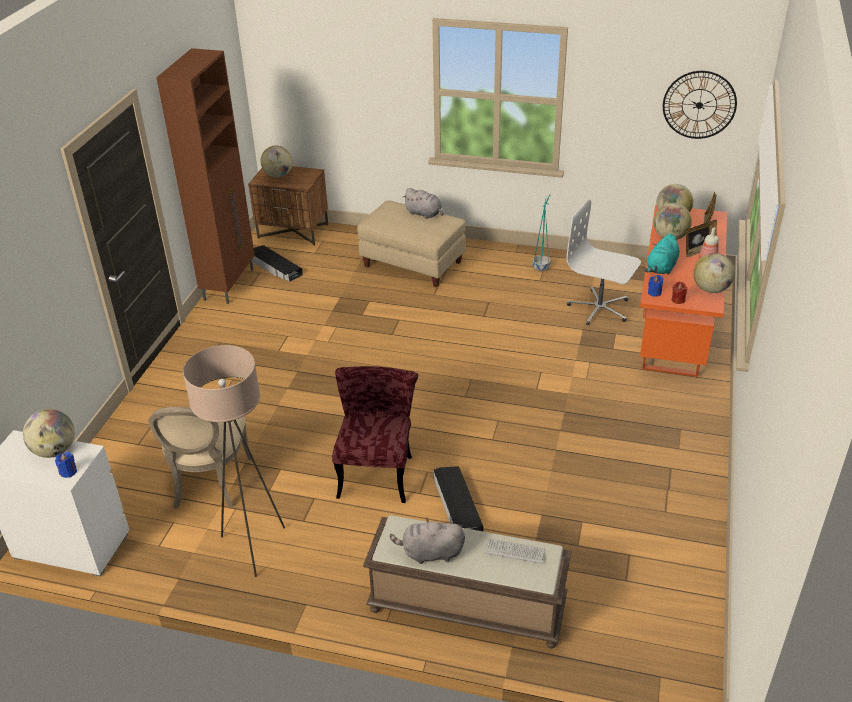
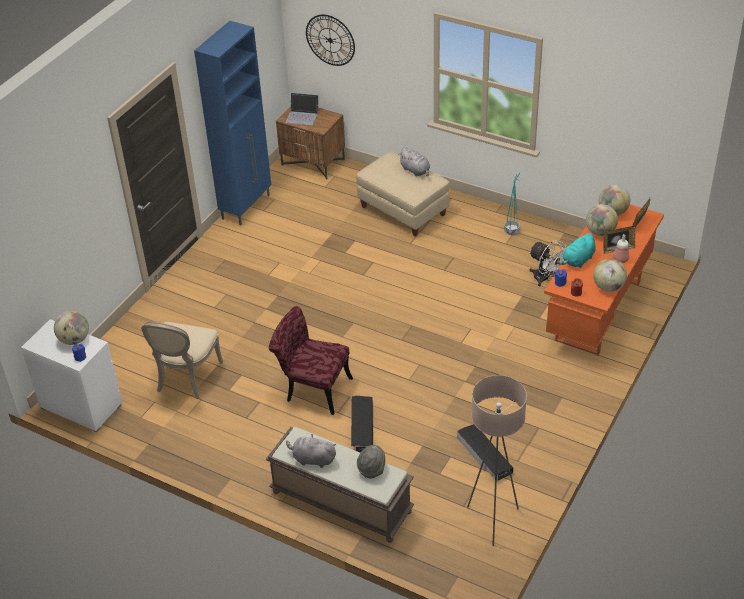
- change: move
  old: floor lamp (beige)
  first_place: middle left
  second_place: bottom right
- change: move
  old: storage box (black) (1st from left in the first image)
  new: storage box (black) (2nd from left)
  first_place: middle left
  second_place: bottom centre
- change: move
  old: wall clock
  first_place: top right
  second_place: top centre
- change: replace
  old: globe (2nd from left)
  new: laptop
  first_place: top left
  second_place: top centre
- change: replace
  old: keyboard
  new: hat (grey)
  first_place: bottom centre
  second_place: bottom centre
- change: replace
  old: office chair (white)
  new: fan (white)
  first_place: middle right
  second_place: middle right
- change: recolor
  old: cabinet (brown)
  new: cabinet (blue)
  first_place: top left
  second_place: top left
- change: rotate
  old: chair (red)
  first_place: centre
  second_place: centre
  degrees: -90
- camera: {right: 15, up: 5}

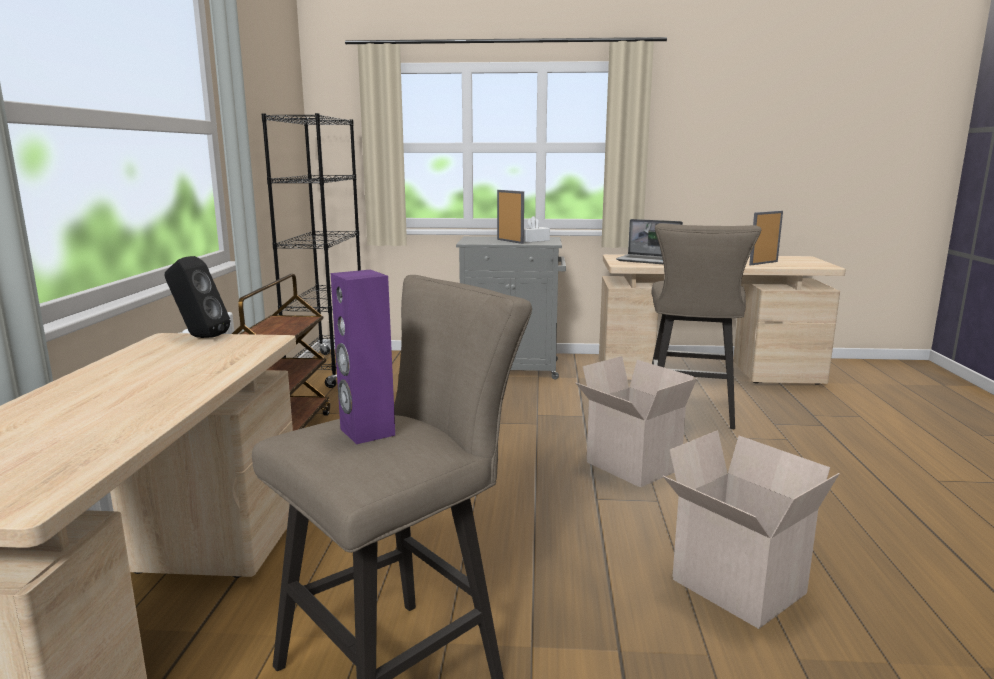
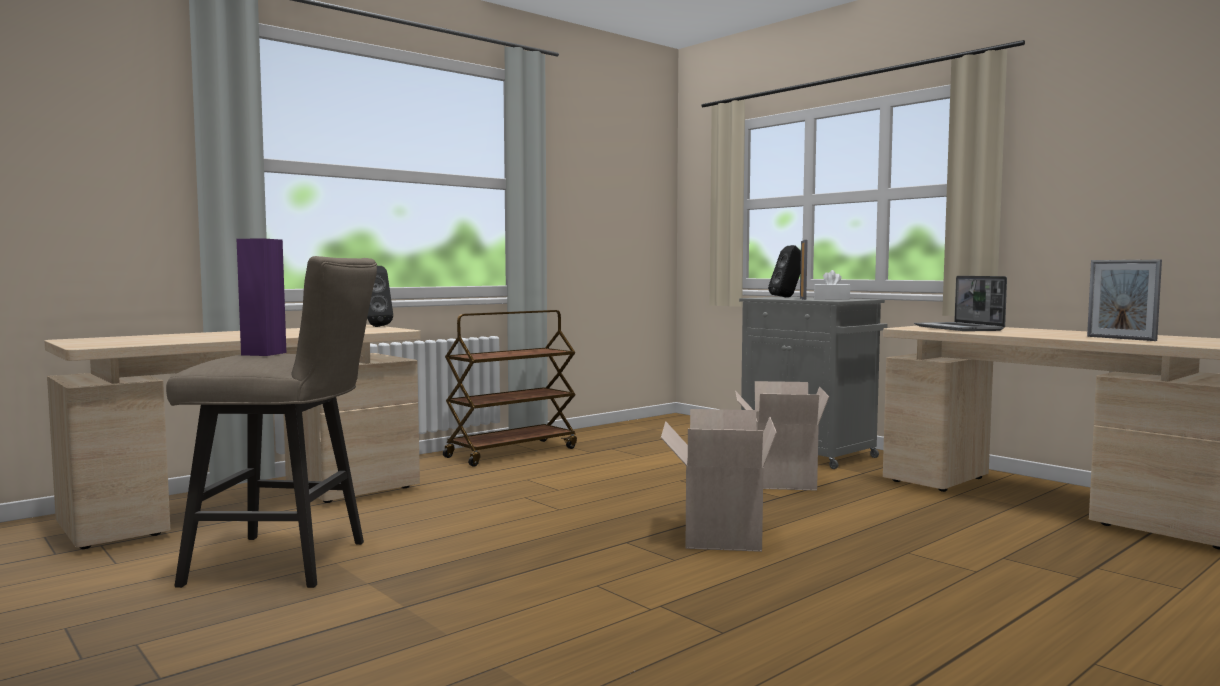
- change: delete
  old: bookcase (black)
  first_place: middle left
- change: delete
  old: stool (beige) (2nd from left)
  first_place: middle right
- change: insert
  new: speaker (black) (2nd from left)
  second_place: centre
- change: move
  old: cardboard box (2nd from left)
  first_place: bottom right
  second_place: centre
- change: rotate
  old: picture frame (2nd from left)
  first_place: middle right
  second_place: middle right
  degrees: -135
- camera: {right: 45, up: -10}

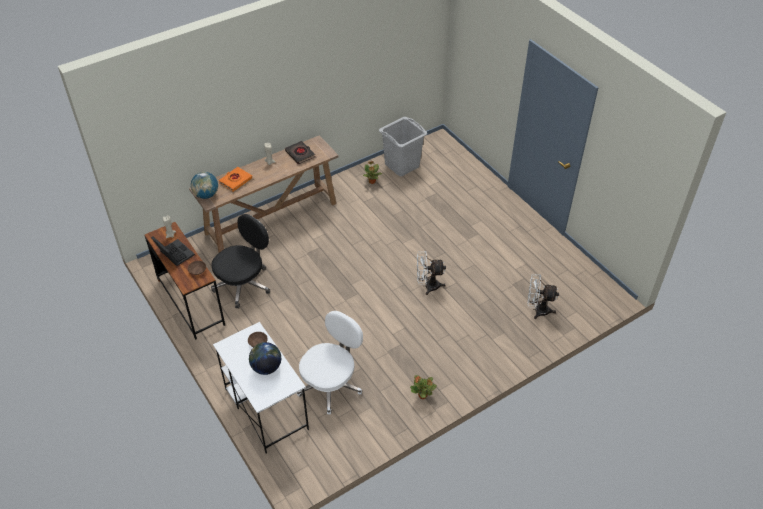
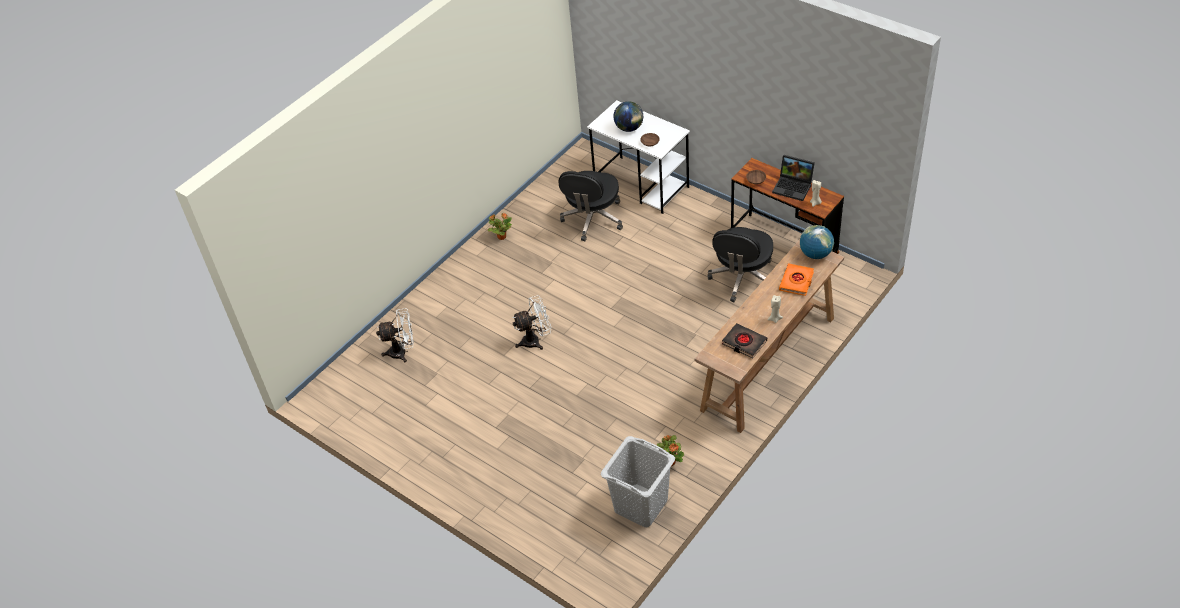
- change: recolor
  old: office chair (white)
  new: office chair (black) (1st from left)
  first_place: bottom centre
  second_place: centre
- camera: {right: 165, up: 0}

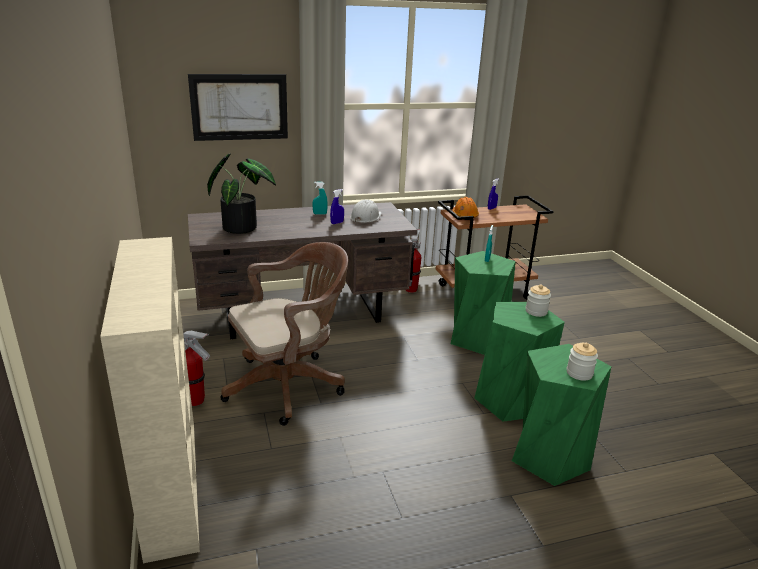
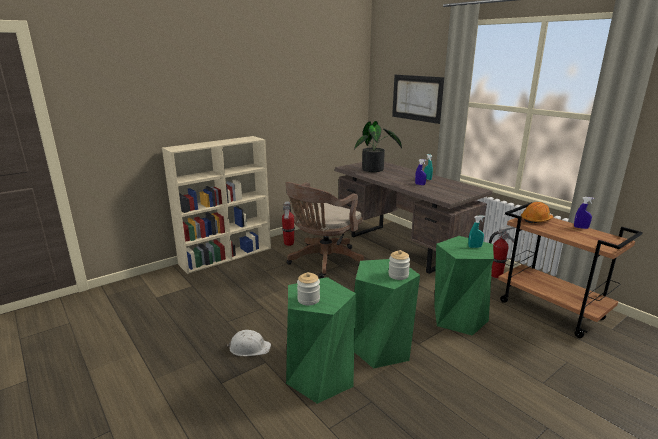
- change: move
  old: hard hat (white)
  first_place: centre
  second_place: bottom centre
- change: rotate
  old: office chair (brown)
  first_place: centre
  second_place: centre
  degrees: 90
- camera: {right: 70, up: -5}

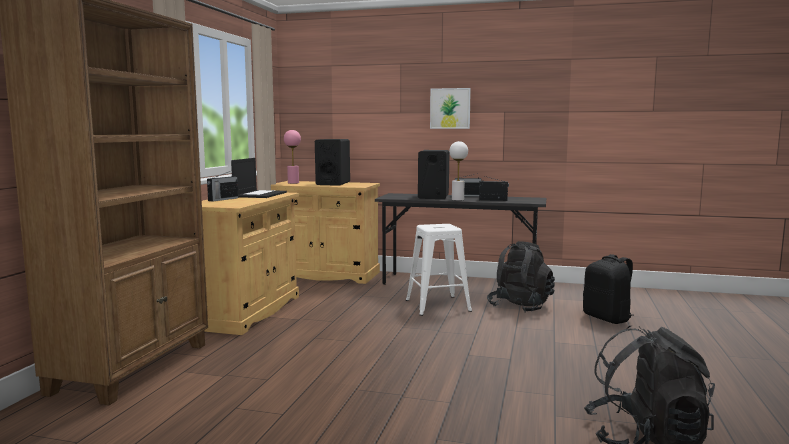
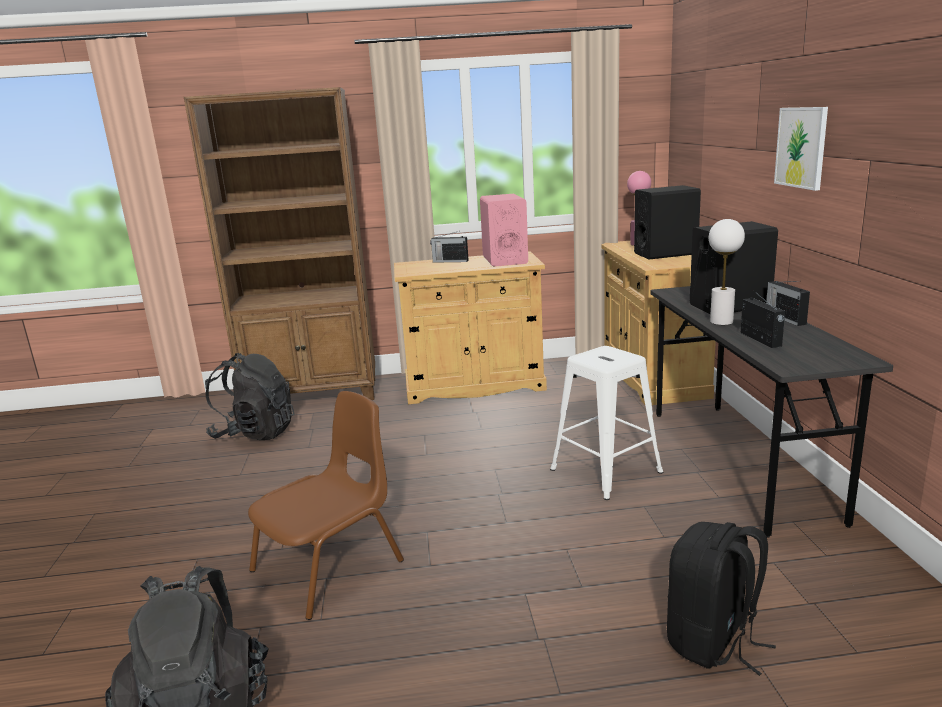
- change: insert
  new: chair (brown)
  second_place: bottom centre
- change: move
  old: backpack (black) (1st from left in the first image)
  new: backpack (black) (2nd from left)
  first_place: centre
  second_place: middle left
- change: replace
  old: laptop
  new: speaker (pink)
  first_place: middle left
  second_place: top centre
- camera: {right: 70, up: 10}

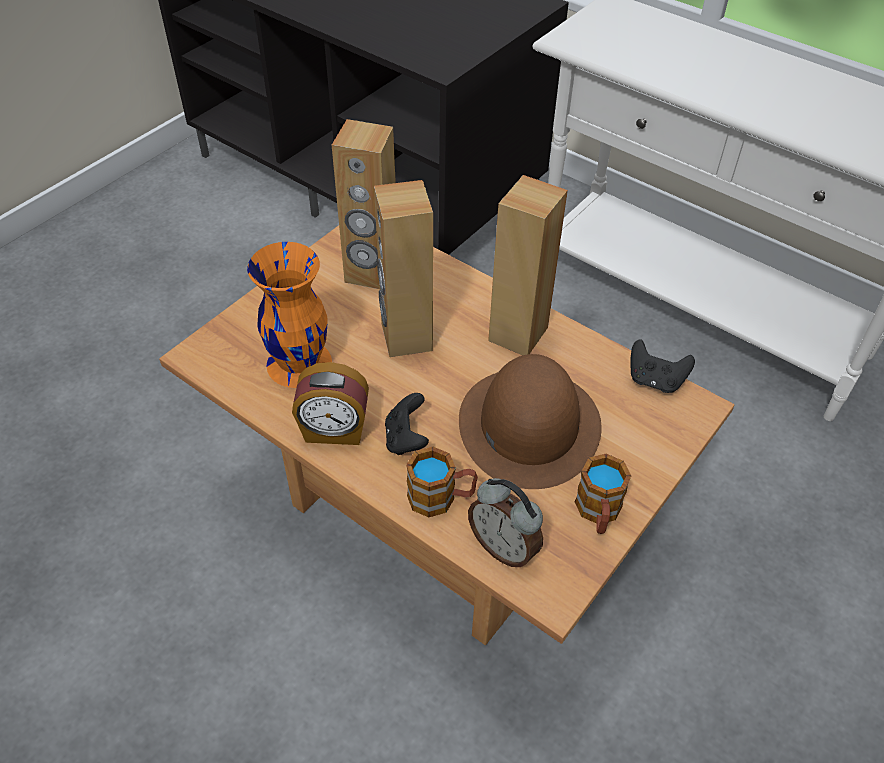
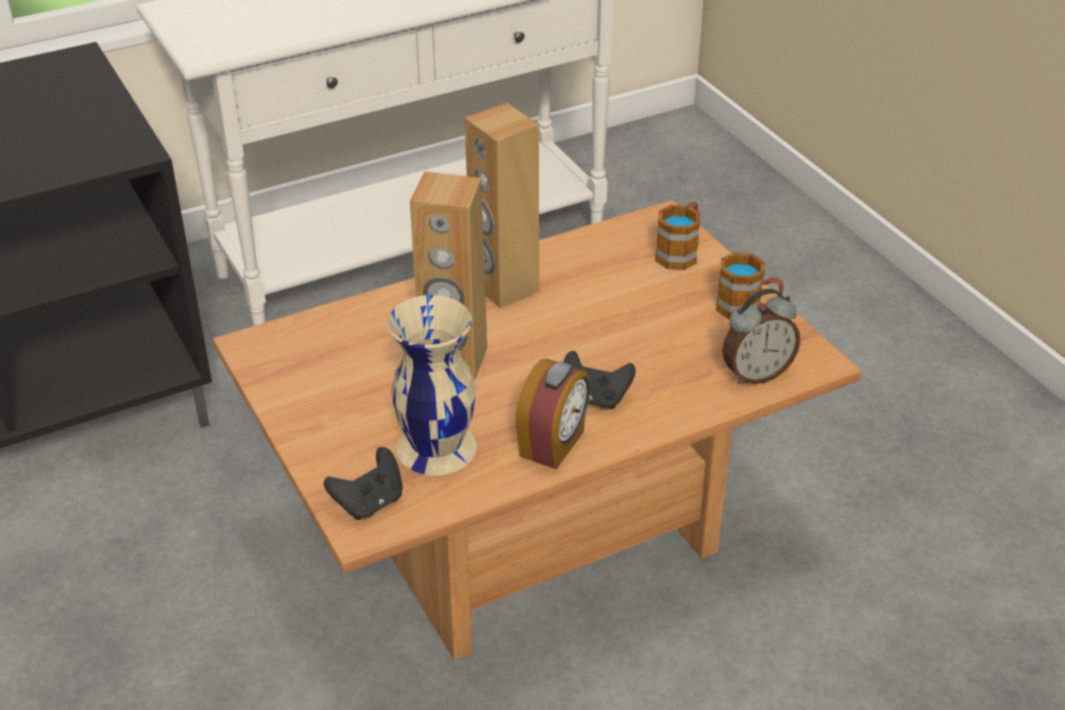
- change: delete
  old: speaker (brown) (1st from left)
  first_place: top centre
- change: delete
  old: hat (brown)
  first_place: centre
- change: move
  old: mug (1st from left)
  first_place: centre
  second_place: top centre
- change: move
  old: game controller (black) (2nd from left in the first image)
  new: game controller (black) (1st from left)
  first_place: middle right
  second_place: bottom centre
- change: recolor
  old: vase (orange)
  new: vase (beige)
  first_place: middle left
  second_place: centre
- camera: {right: -65, up: -10}

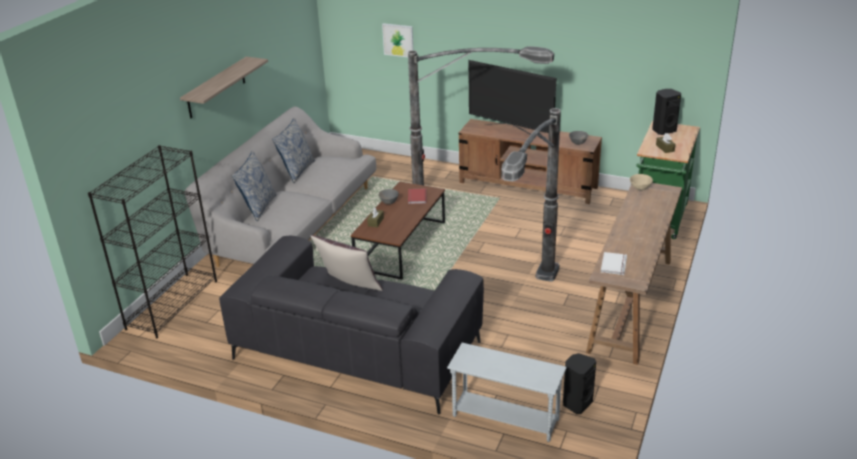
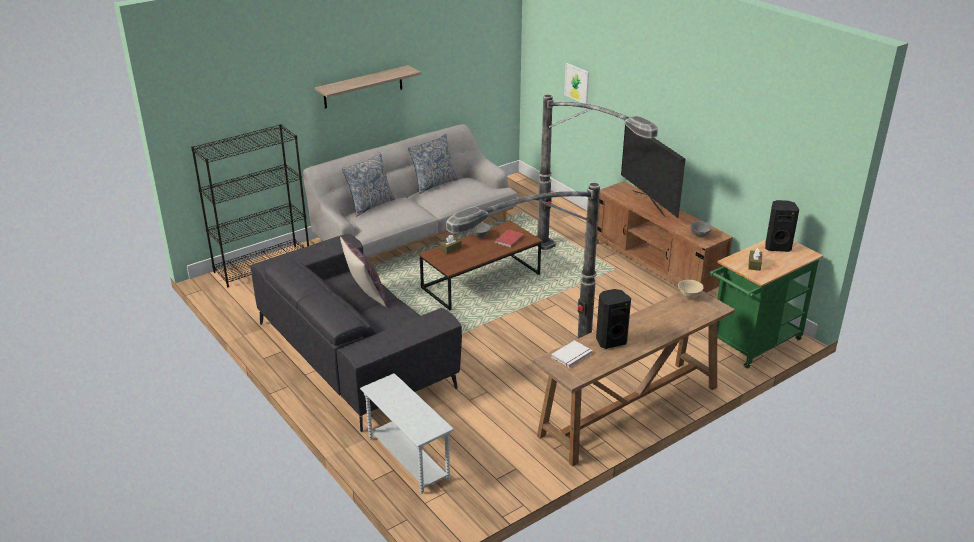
- change: move
  old: speaker (black) (1st from left)
  first_place: bottom right
  second_place: centre
- camera: {right: 30, up: 0}

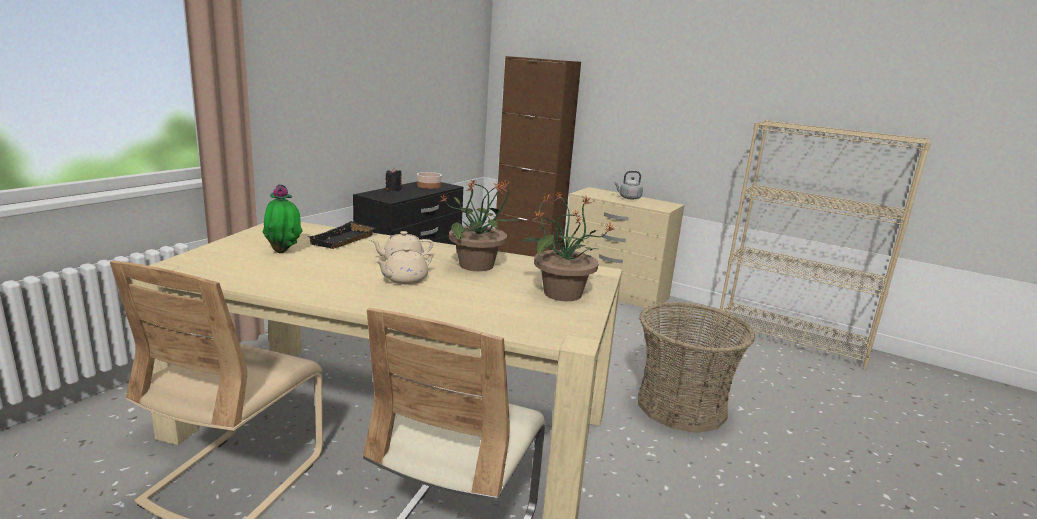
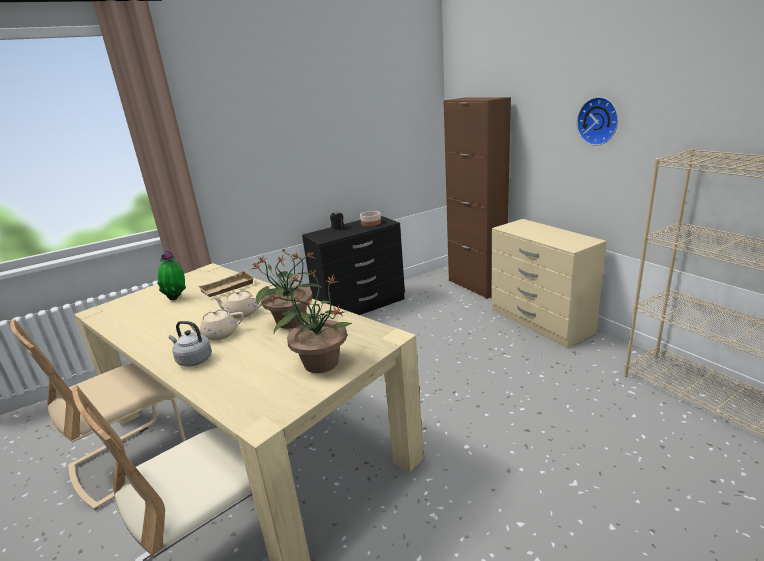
- change: delete
  old: basket
  first_place: bottom right
- change: insert
  new: wall clock
  second_place: top right
- change: move
  old: kettle (grey)
  first_place: centre
  second_place: middle left
- change: recolor
  old: tray (black)
  new: tray (beige)
  first_place: middle left
  second_place: middle left
- camera: {right: 30, up: 5}

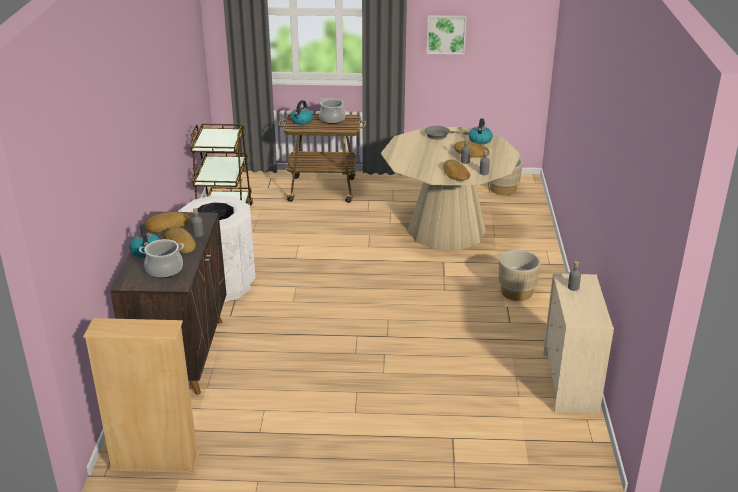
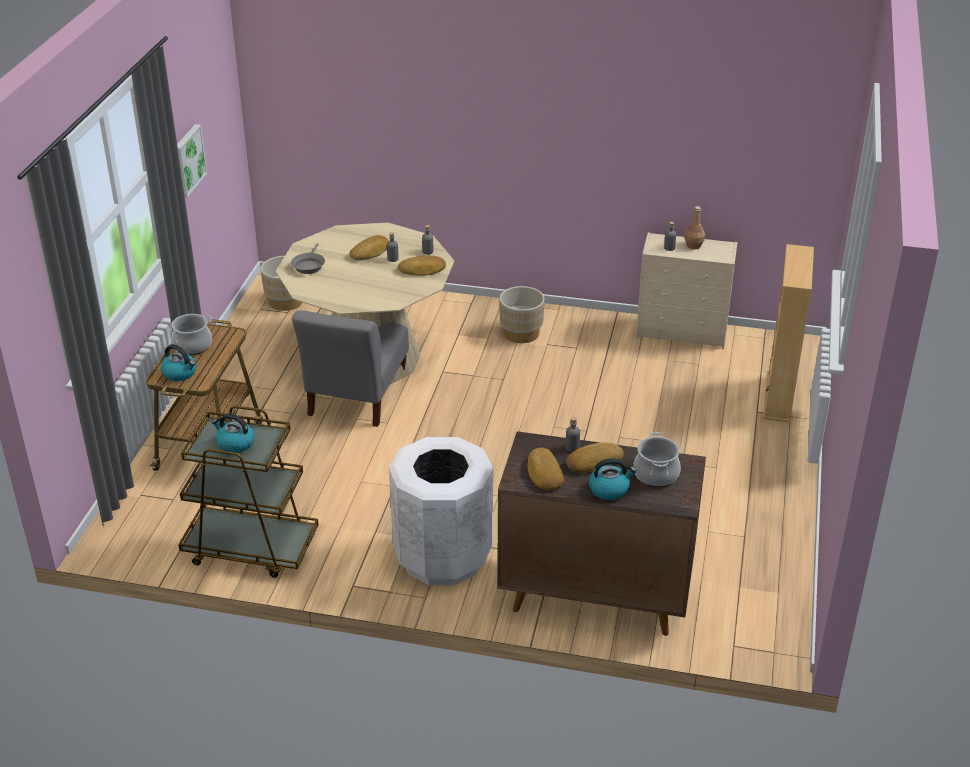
- change: insert
  new: chair (grey)
  second_place: centre
- change: insert
  new: bottle (brown)
  second_place: top right
- change: move
  old: bookcase (beige)
  first_place: bottom left
  second_place: middle right
- change: move
  old: kettle (3rd from left in the first image)
  new: kettle (2nd from left)
  first_place: top centre
  second_place: middle left
- camera: {right: -80, up: 5}

